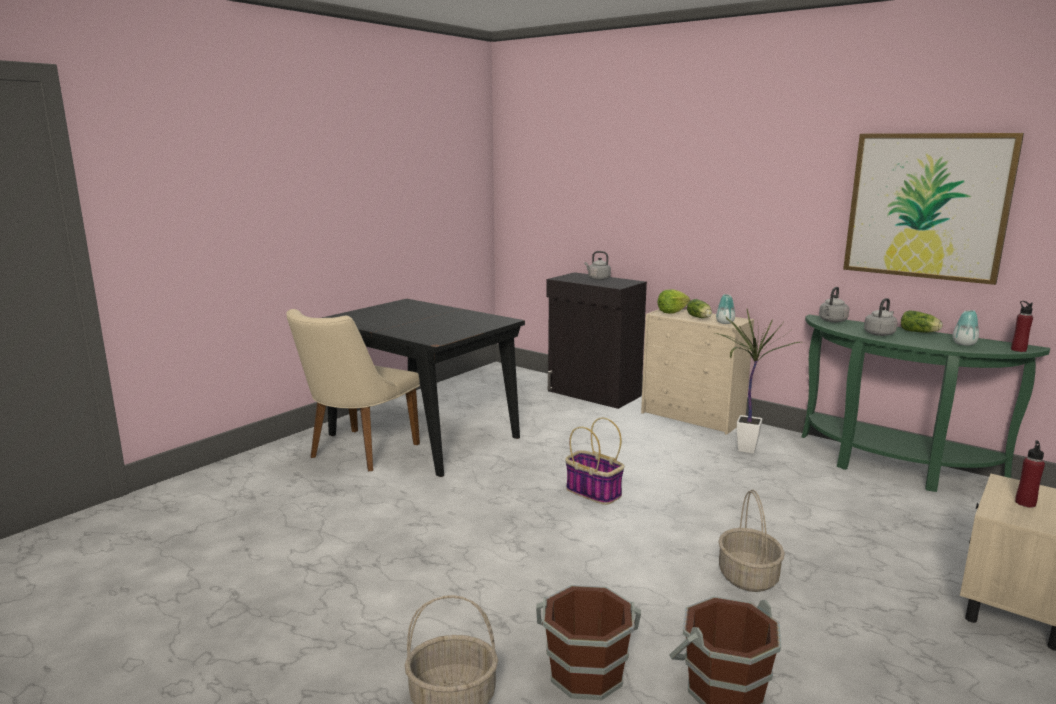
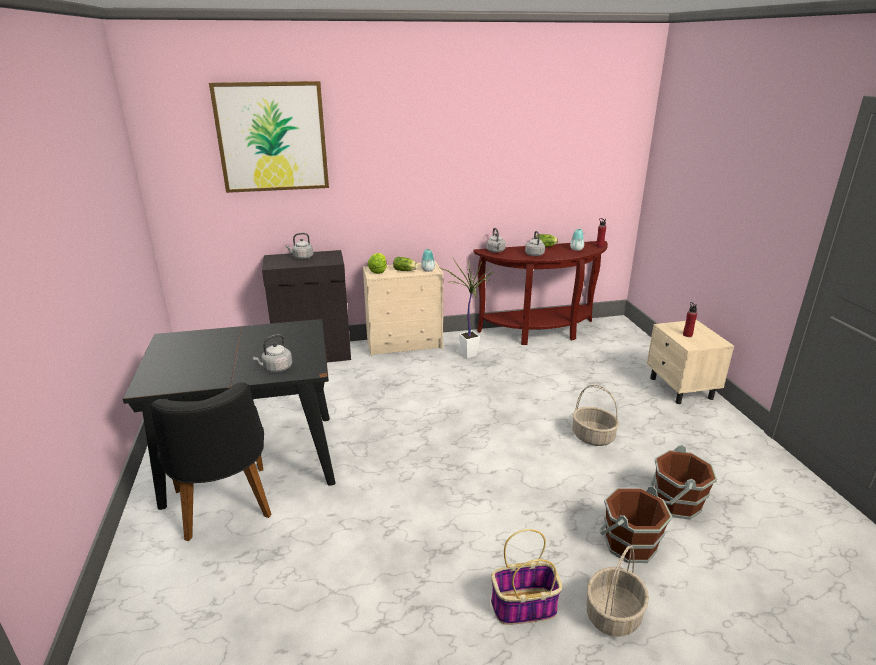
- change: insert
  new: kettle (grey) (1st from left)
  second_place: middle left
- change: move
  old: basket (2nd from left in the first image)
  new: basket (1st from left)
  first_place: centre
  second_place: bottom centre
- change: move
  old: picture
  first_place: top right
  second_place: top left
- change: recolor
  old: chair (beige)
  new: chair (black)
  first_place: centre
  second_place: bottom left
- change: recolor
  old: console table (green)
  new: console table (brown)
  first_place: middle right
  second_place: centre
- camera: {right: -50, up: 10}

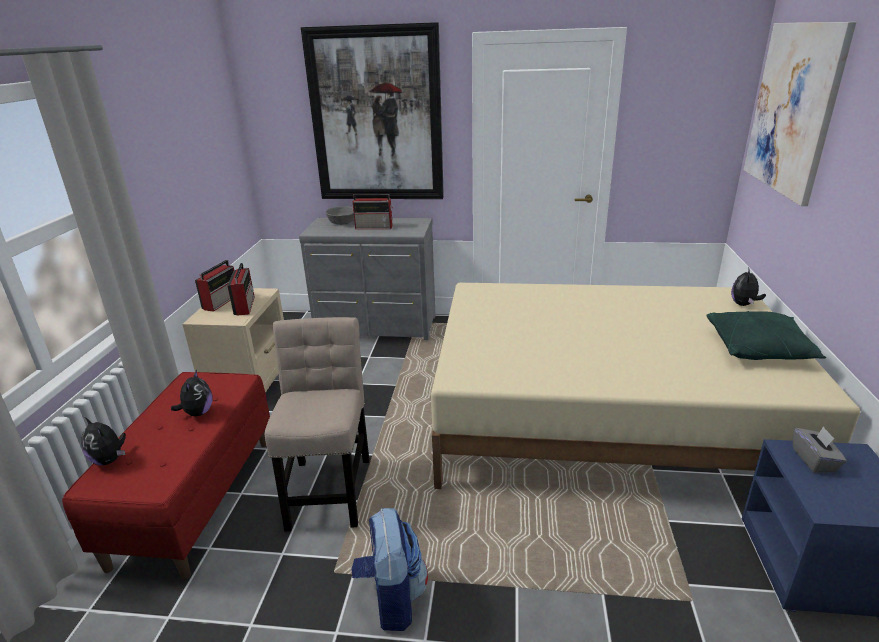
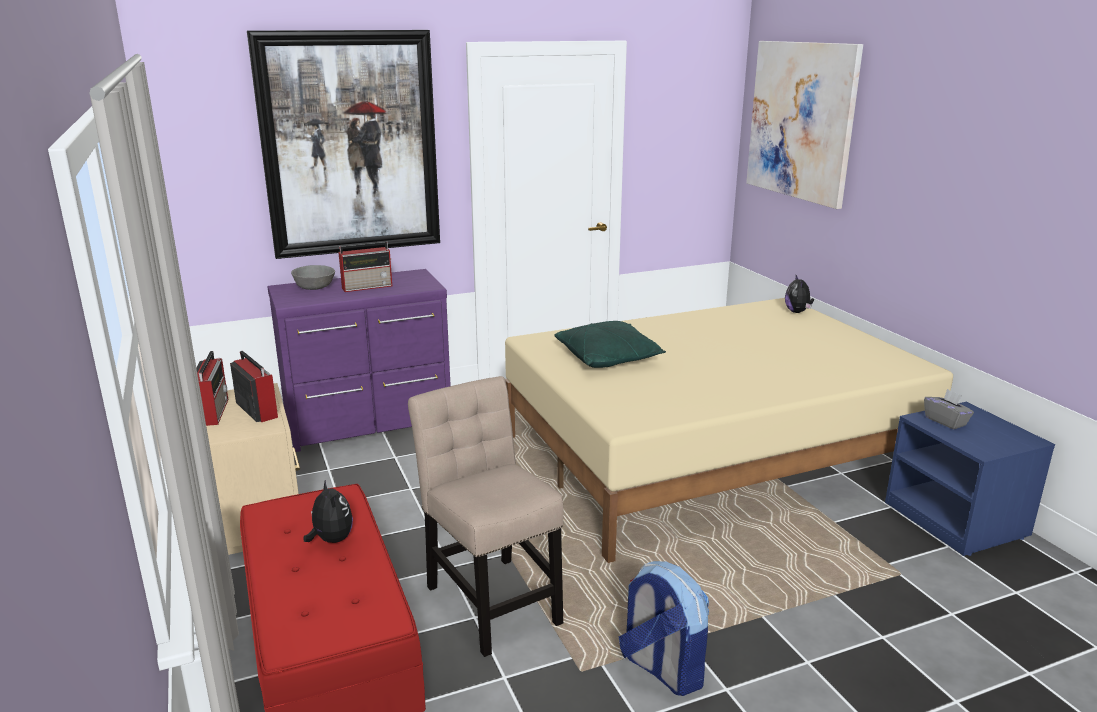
- change: delete
  old: plush toy (1st from left)
  first_place: bottom left
- change: move
  old: pillow (green)
  first_place: middle right
  second_place: centre
- change: recolor
  old: dresser (grey)
  new: dresser (purple)
  first_place: centre
  second_place: middle left
- camera: {right: -30, up: -5}

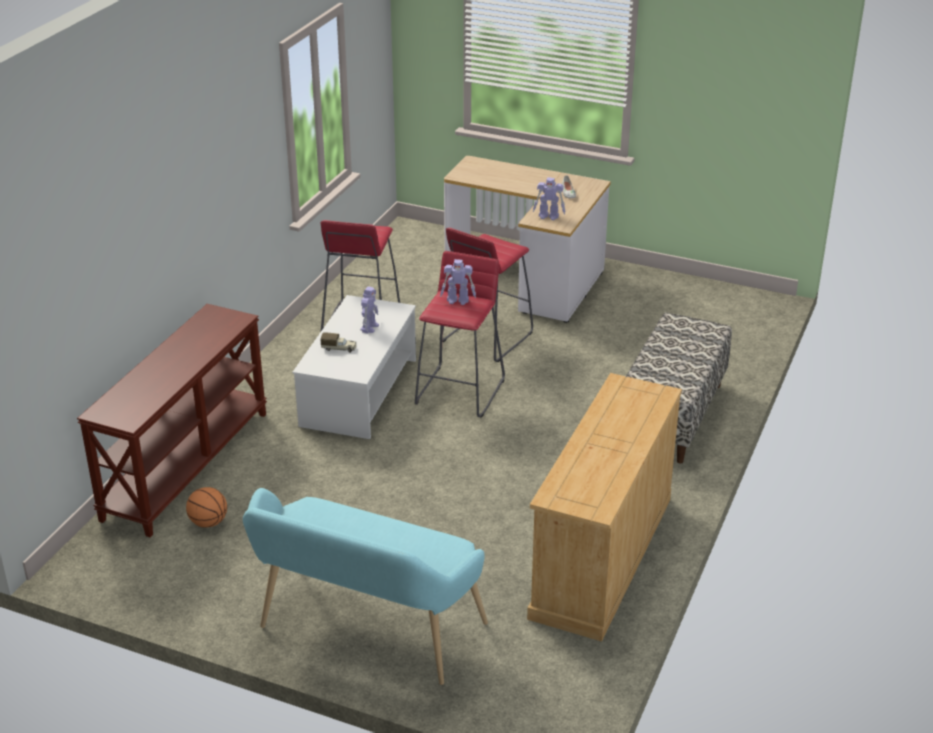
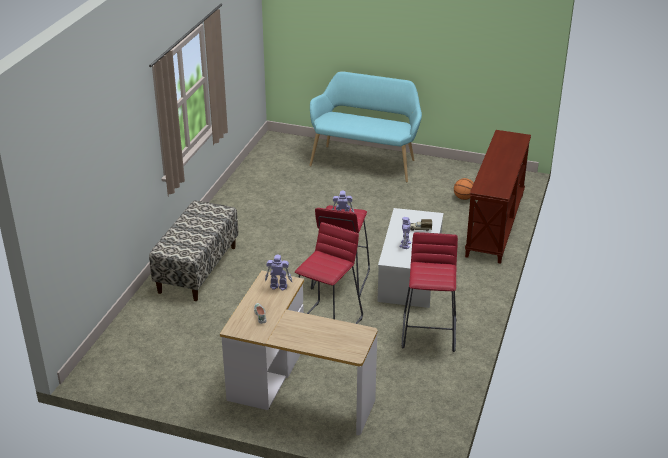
- change: delete
  old: dresser (beige)
  first_place: bottom centre
- camera: {right: 175, up: 0}

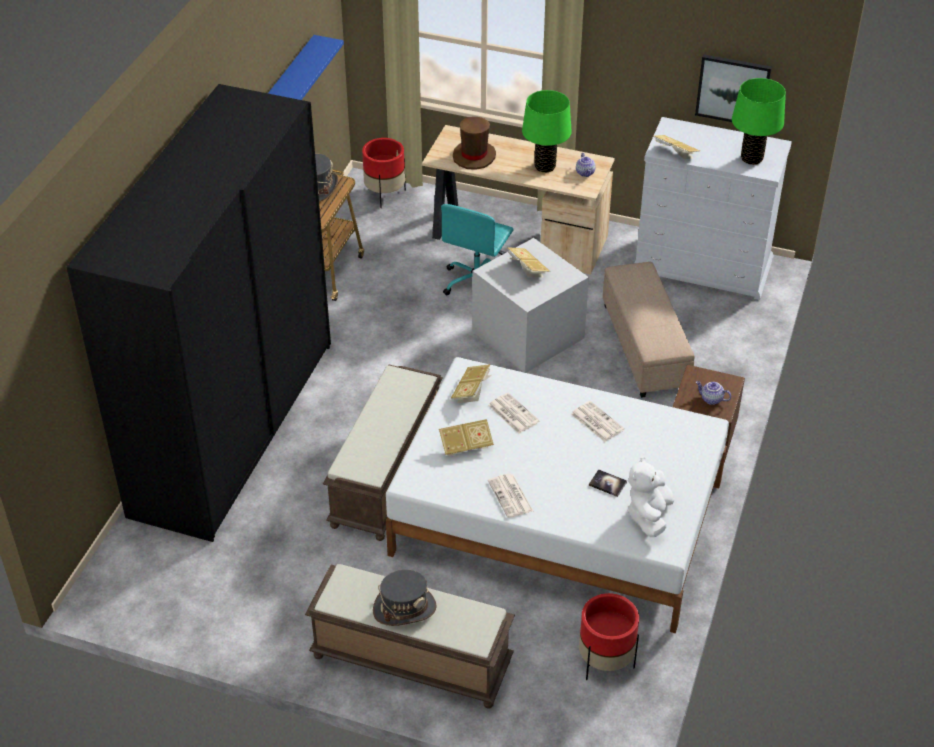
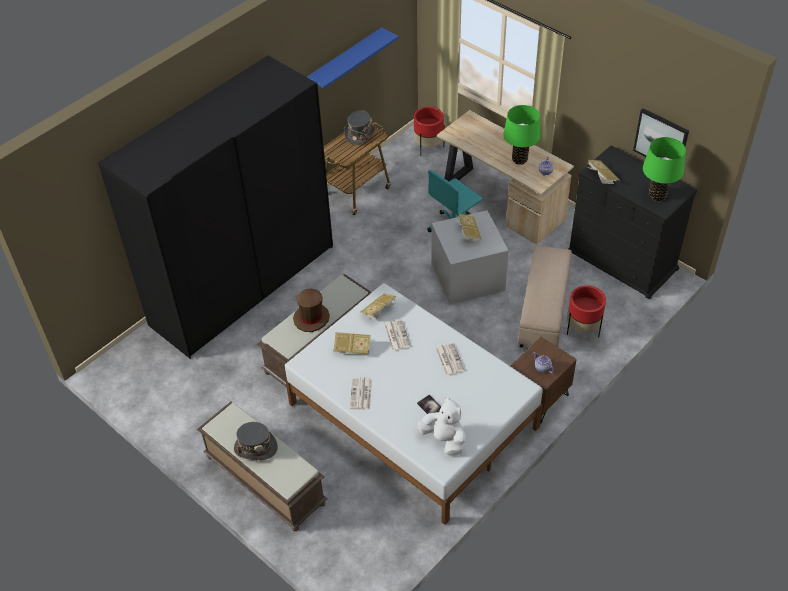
- change: move
  old: hat (brown)
  first_place: top centre
  second_place: centre
- change: move
  old: planter (red) (2nd from left)
  first_place: bottom centre
  second_place: middle right
- change: recolor
  old: dresser (white)
  new: dresser (black)
  first_place: top right
  second_place: middle right
- change: rotate
  old: plush toy (white)
  first_place: middle right
  second_place: bottom centre
  degrees: 90
- camera: {right: 25, up: 5}

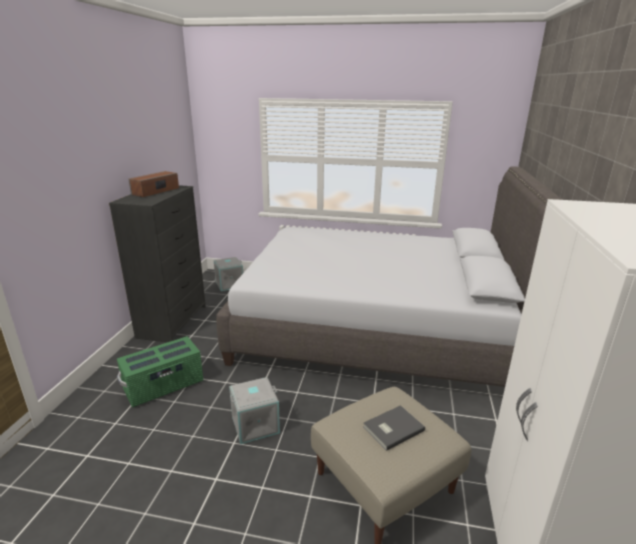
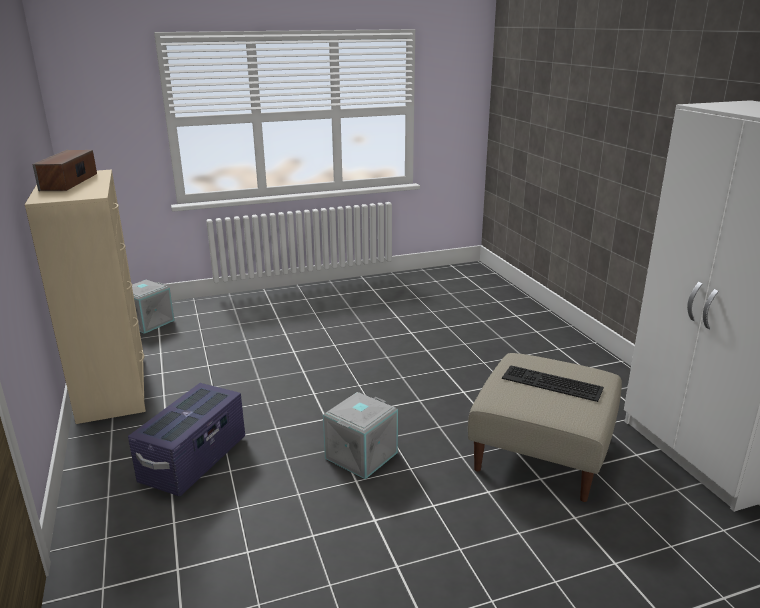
- change: delete
  old: bed (grey)
  first_place: centre
- change: replace
  old: book (grey)
  new: keyboard
  first_place: bottom centre
  second_place: middle right
- change: recolor
  old: dresser (black)
  new: dresser (beige)
  first_place: middle left
  second_place: middle left
- change: recolor
  old: storage box (green)
  new: storage box (purple)
  first_place: bottom left
  second_place: bottom left
- camera: {right: -30, up: 0}

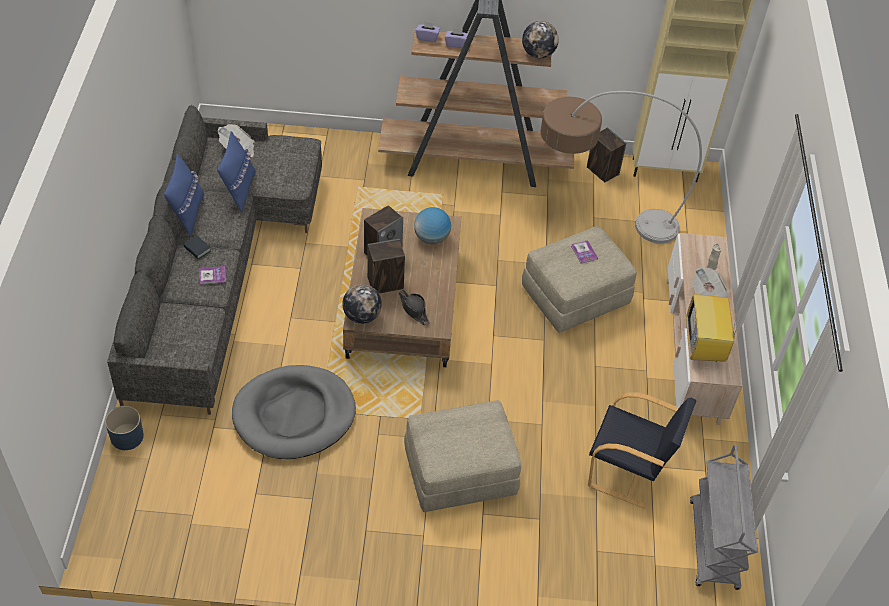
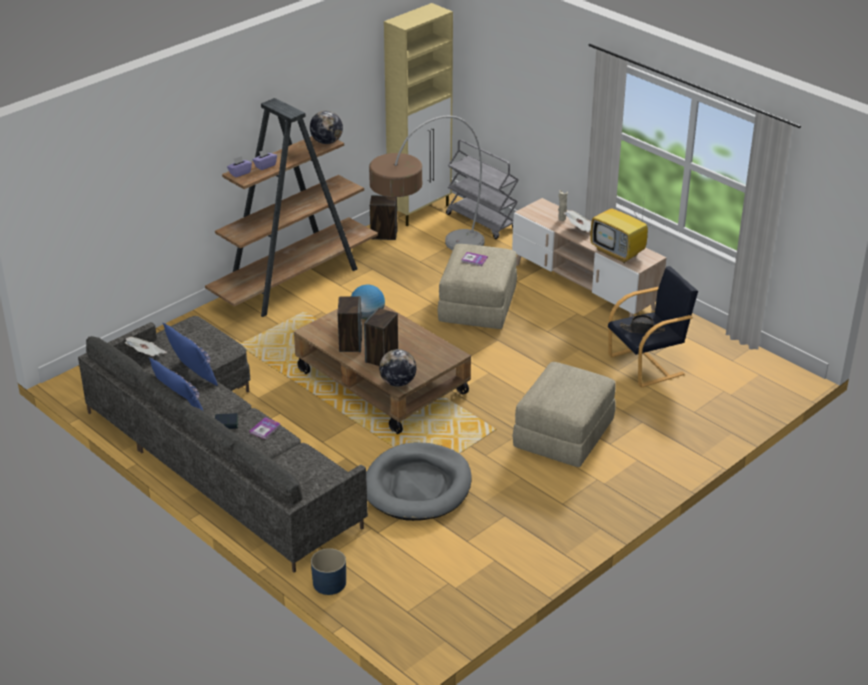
- change: move
  old: hat (black)
  first_place: centre
  second_place: middle right
- change: move
  old: cart (grey)
  first_place: bottom right
  second_place: top centre
- camera: {right: -45, up: -15}

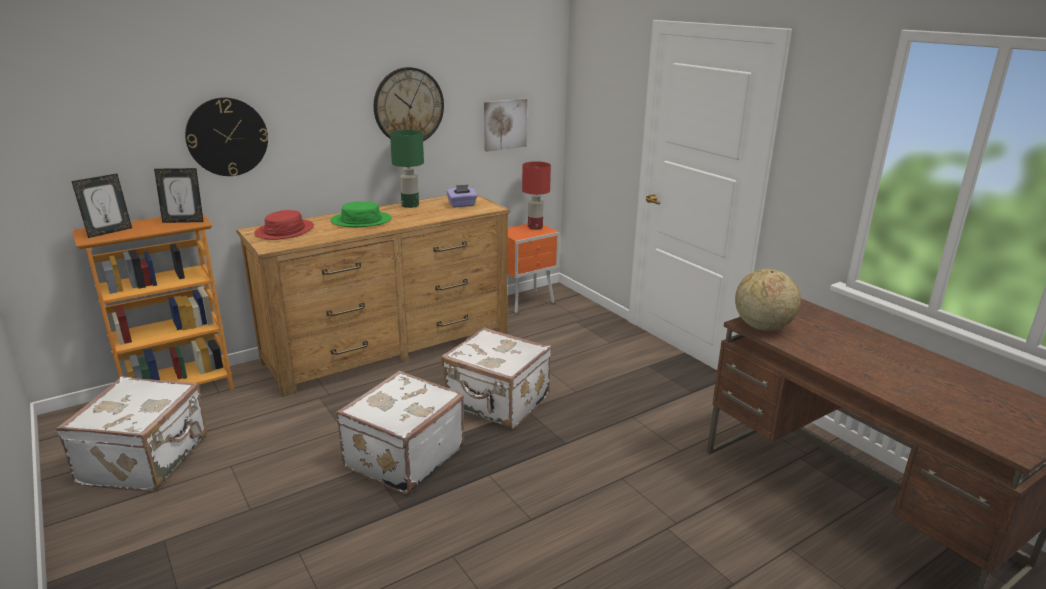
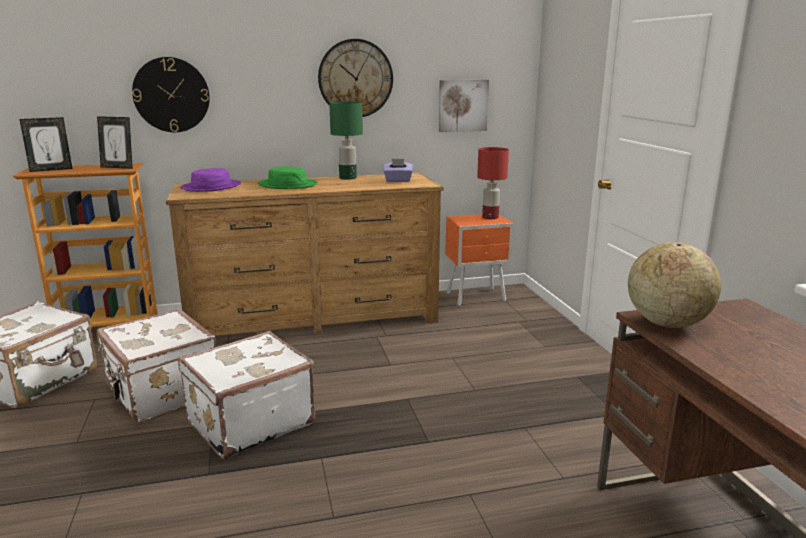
- change: move
  old: suitcase (white) (3rd from left in the first image)
  new: suitcase (white) (2nd from left)
  first_place: centre
  second_place: bottom left
- change: recolor
  old: hat (red)
  new: hat (purple)
  first_place: middle left
  second_place: middle left
- camera: {right: 20, up: -5}

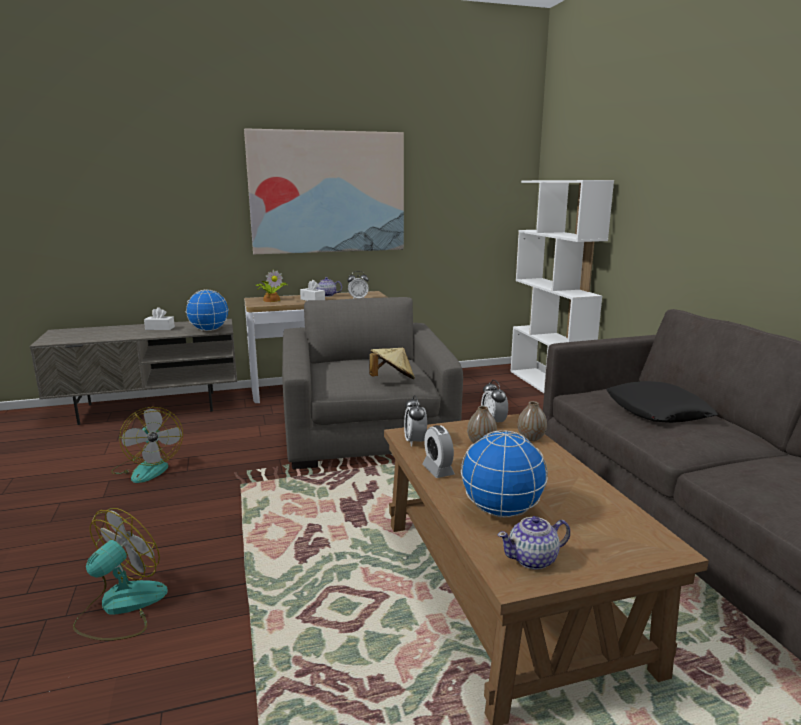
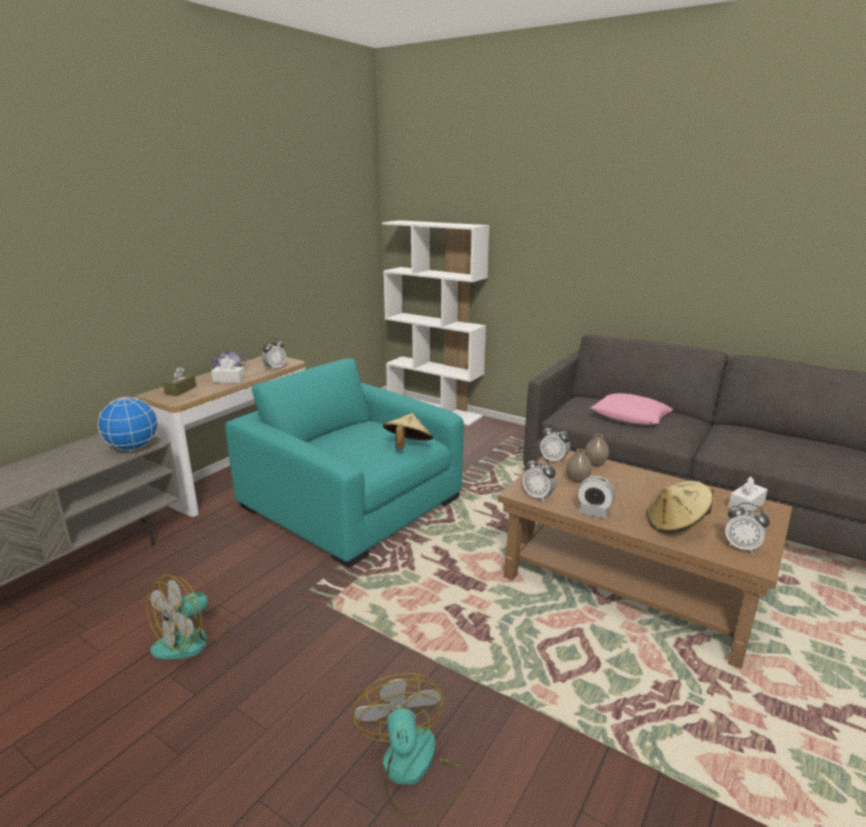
- change: delete
  old: picture
  first_place: top centre
- change: move
  old: tissue box (white) (1st from left in the first image)
  new: tissue box (white) (2nd from left)
  first_place: middle left
  second_place: middle right
- change: replace
  old: potted plant
  new: tissue box (brown)
  first_place: centre
  second_place: middle left
- change: replace
  old: globe (2nd from left)
  new: hat (beige) (2nd from left)
  first_place: centre
  second_place: middle right
- change: replace
  old: teapot (2nd from left)
  new: alarm clock (5th from left)
  first_place: bottom right
  second_place: middle right
- change: recolor
  old: armchair (grey)
  new: armchair (turquoise)
  first_place: centre
  second_place: centre
- change: recolor
  old: pillow (black)
  new: pillow (pink)
  first_place: middle right
  second_place: middle right
- change: rotate
  old: fan (2nd from left in the first image)
  first_place: middle left
  second_place: bottom left
  degrees: 105
- camera: {right: -40, up: 5}

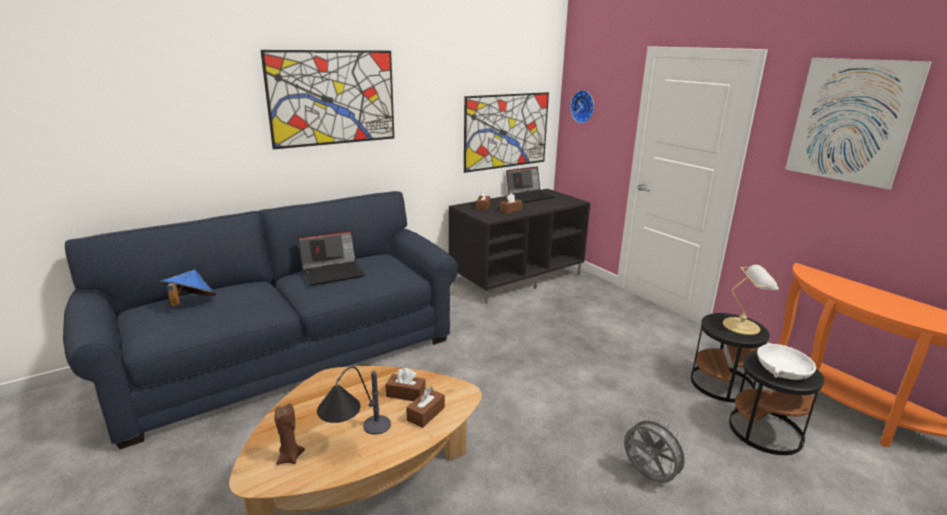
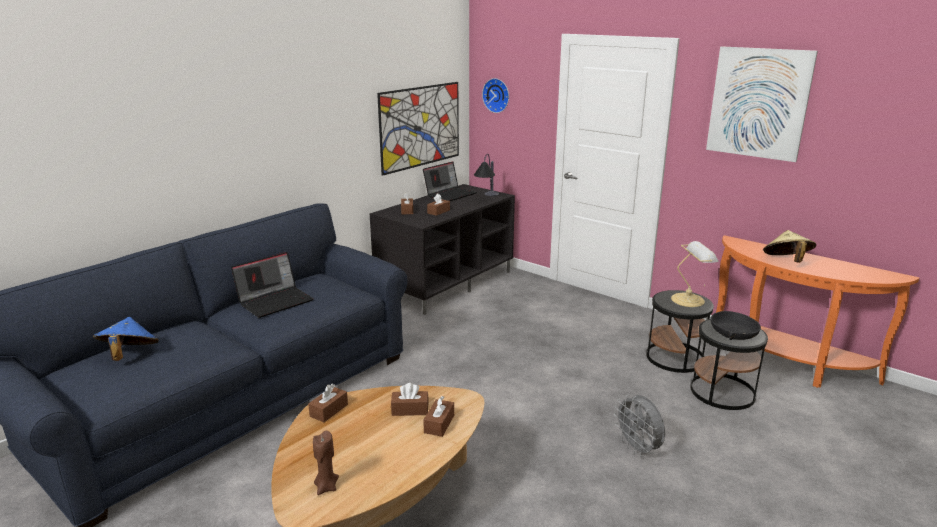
- change: delete
  old: picture (1st from left)
  first_place: top centre
- change: insert
  new: tissue box (brown) (1st from left)
  second_place: bottom centre
- change: insert
  new: hat (beige)
  second_place: middle right
- change: move
  old: table lamp (1st from left)
  first_place: bottom centre
  second_place: top centre
- change: recolor
  old: bowl (white)
  new: bowl (black)
  first_place: bottom right
  second_place: middle right
- change: rotate
  old: fan (grey)
  first_place: bottom right
  second_place: bottom right
  degrees: -150
- camera: {right: -15, up: 0}

